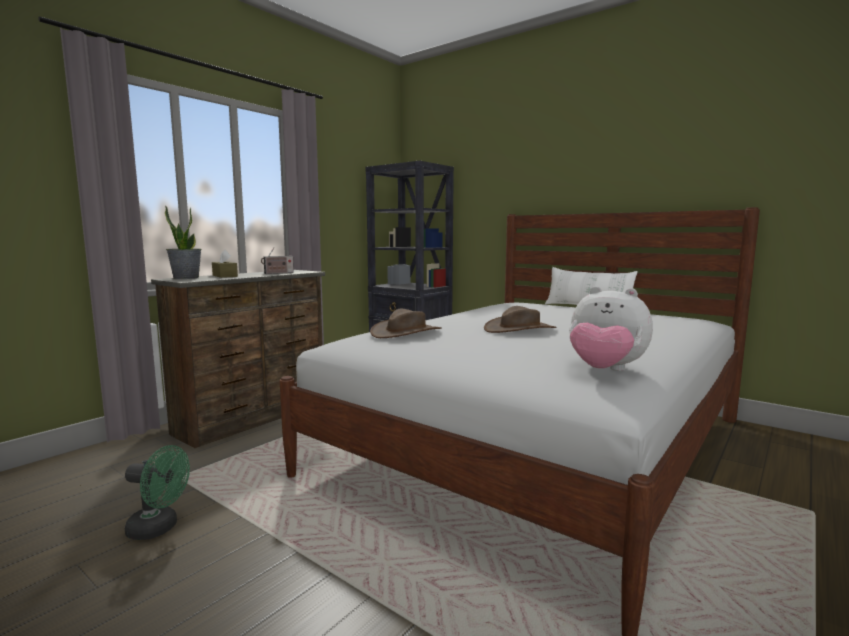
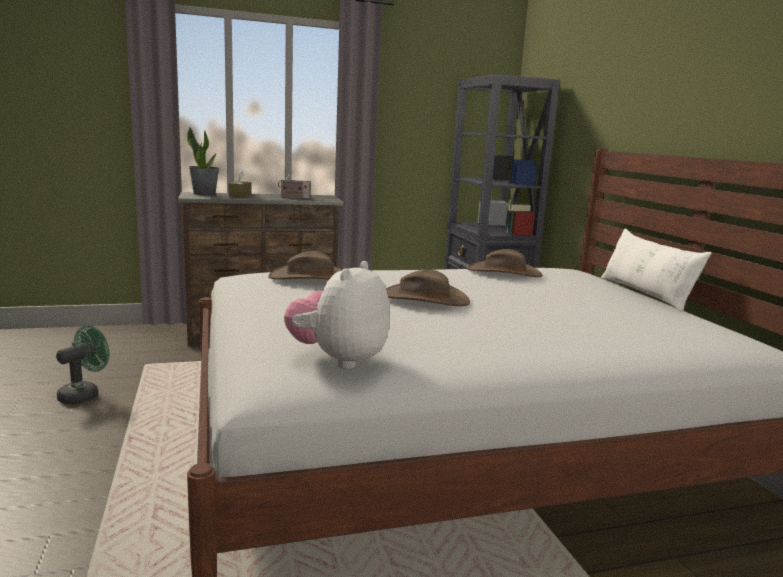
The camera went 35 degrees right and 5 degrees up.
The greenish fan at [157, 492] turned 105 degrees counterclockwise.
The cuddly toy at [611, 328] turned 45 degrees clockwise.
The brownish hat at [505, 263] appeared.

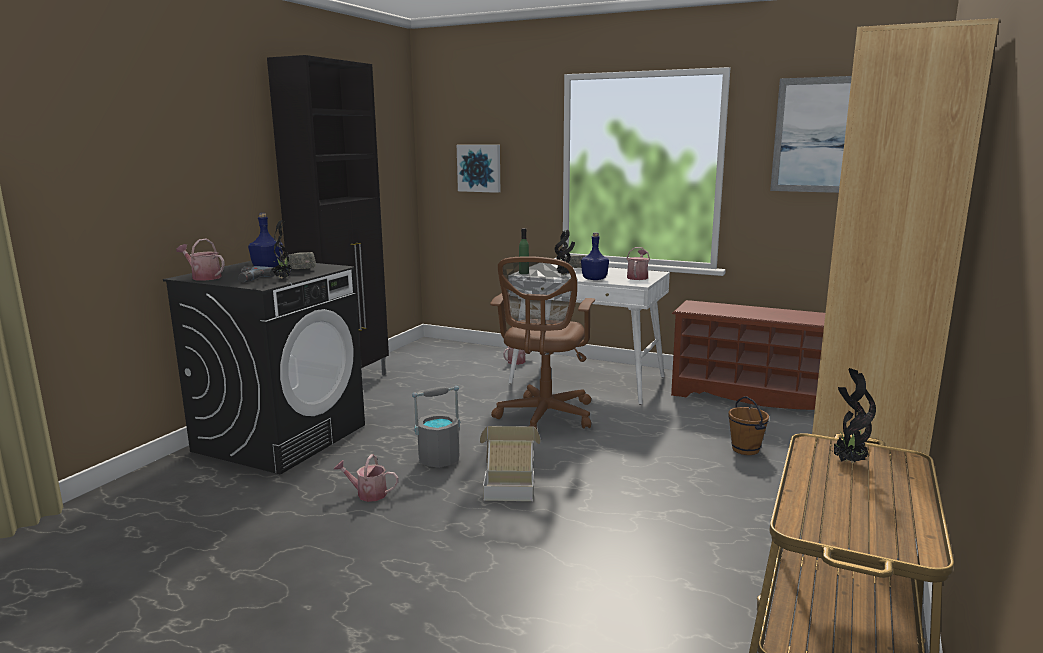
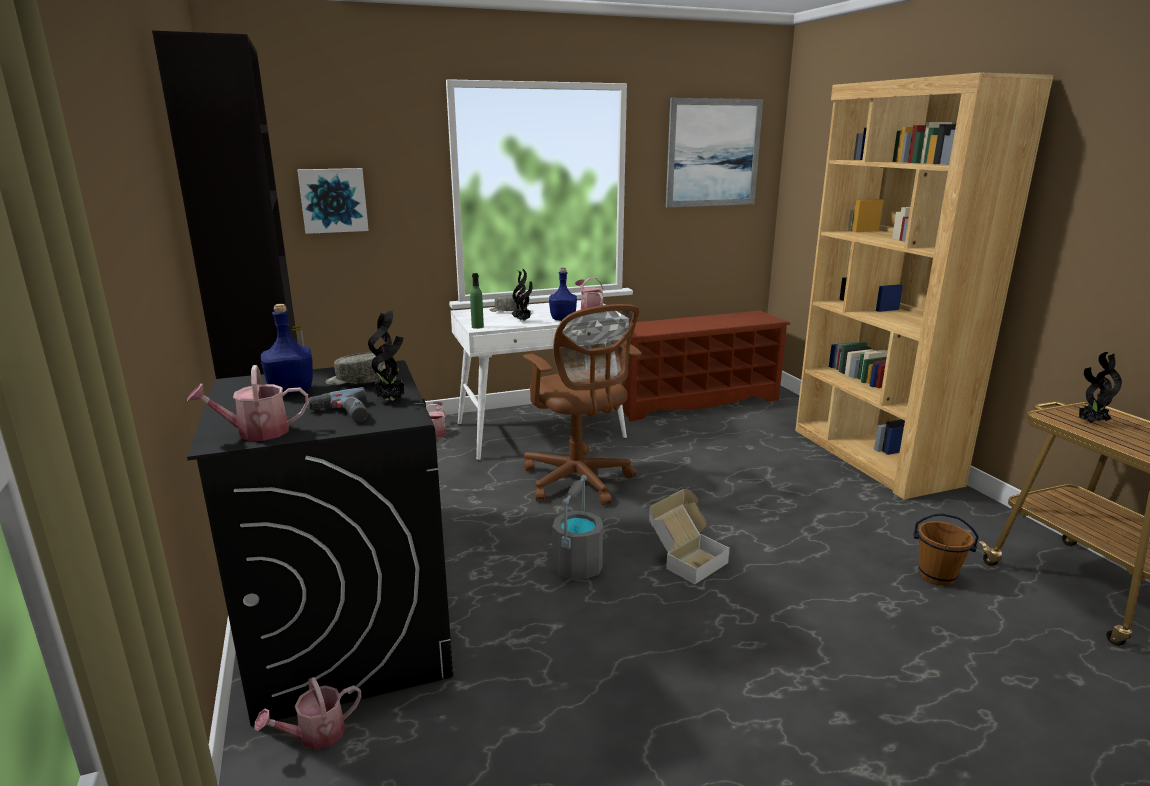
The camera went 45 degrees left and 5 degrees up.
The watering pot moved from [366, 478] to [307, 713].
The brownish pail moved from [748, 425] to [946, 549].

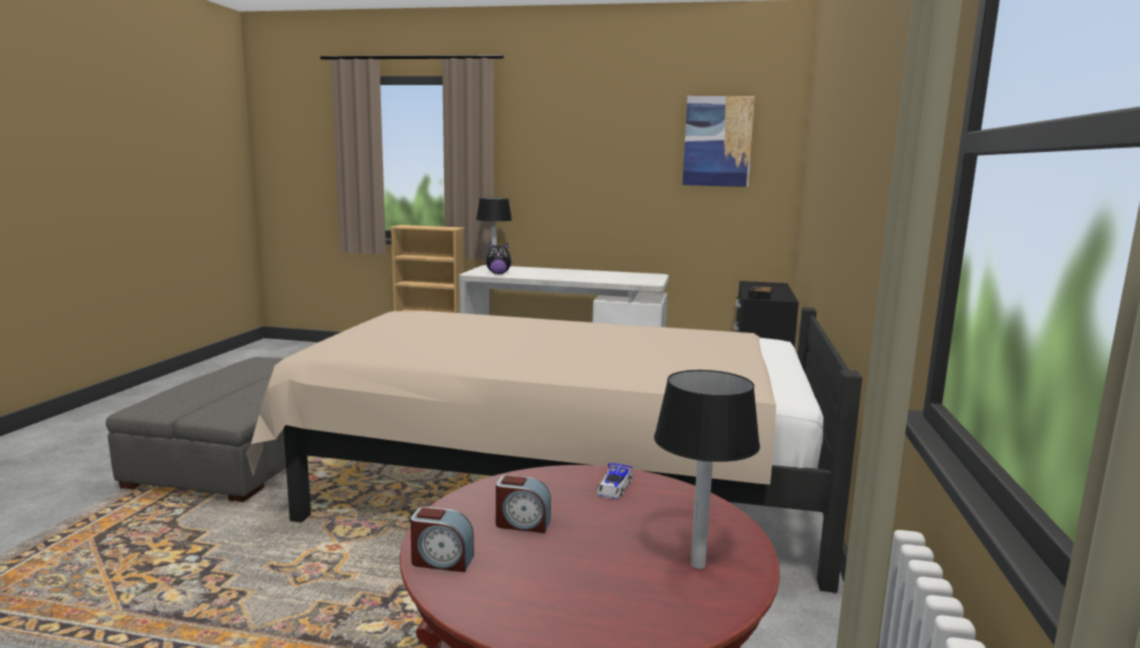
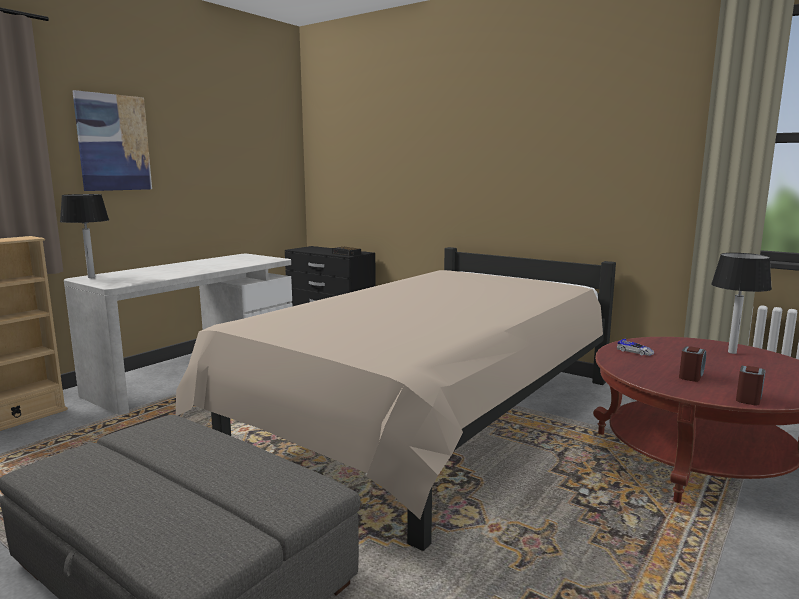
The camera went 65 degrees left and 0 degrees up.
The cuddly toy at [499, 258] disappeared.
The wall art moved from [718, 141] to [112, 140].

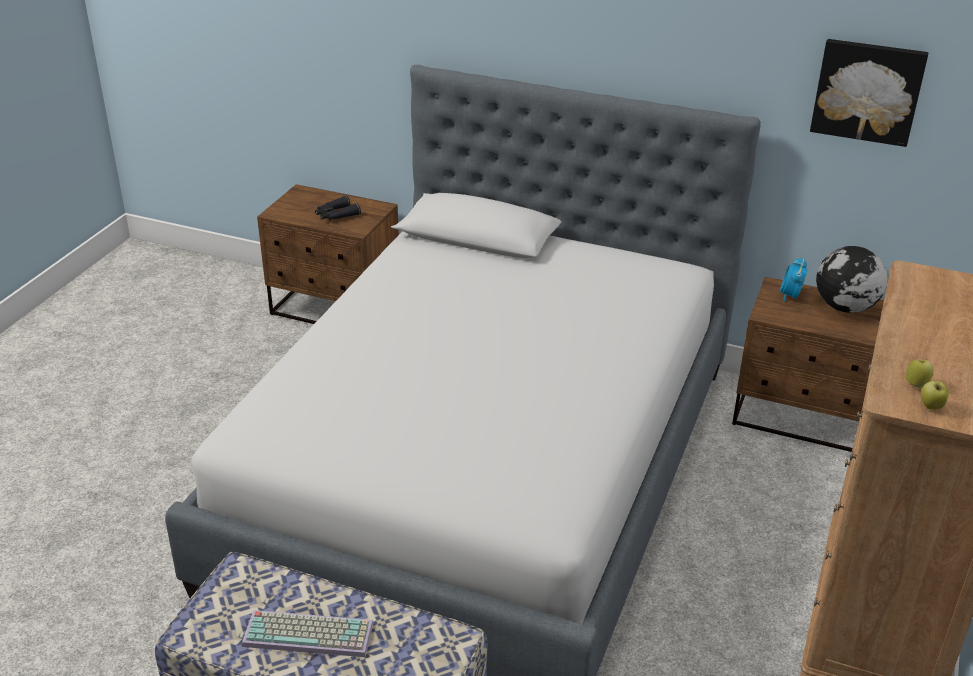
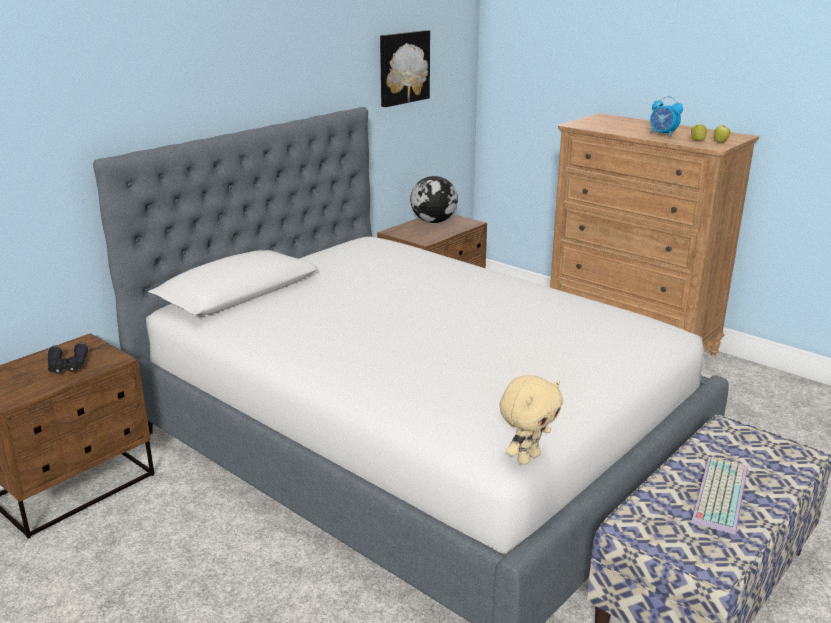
The camera went 70 degrees left and 10 degrees down.
The bedside clock moved from [794, 279] to [666, 116].
The beige cuddly toy at [531, 420] appeared.

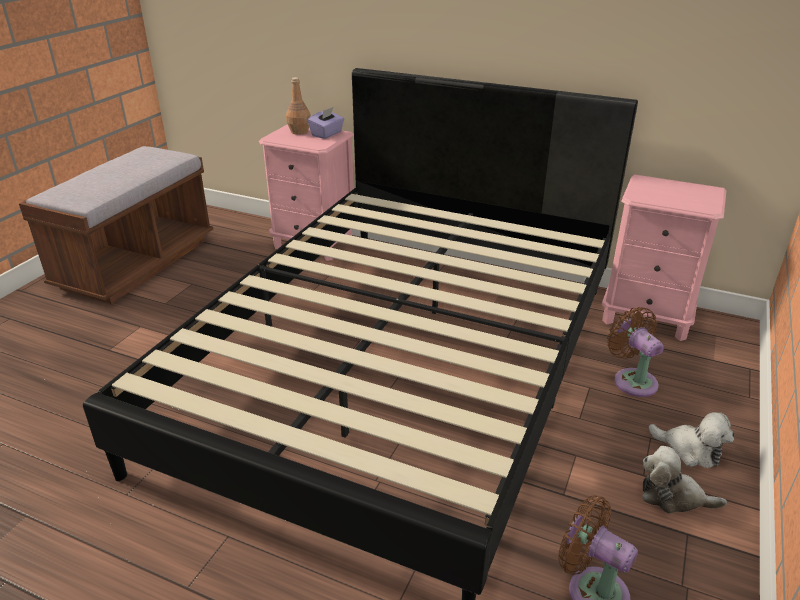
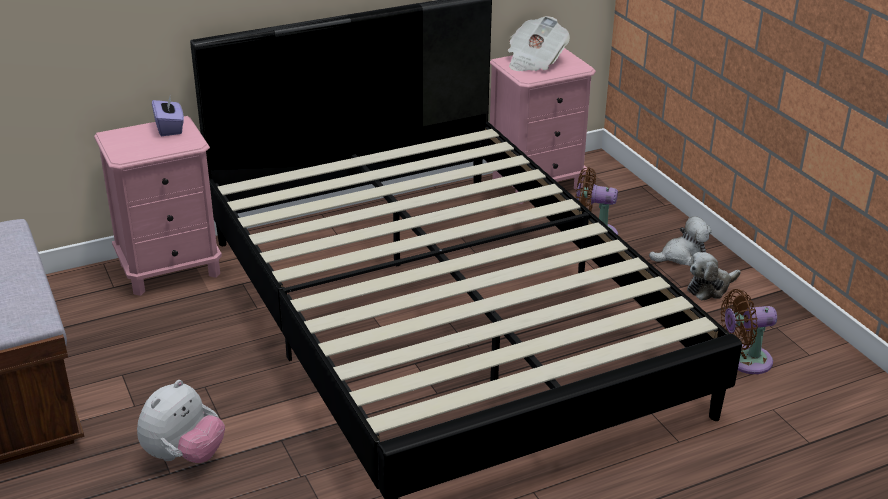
The camera went 50 degrees left and 0 degrees up.
The brownish bottle at [298, 106] disappeared.
The cuddly toy at [181, 421] appeared.
The printed paper at [539, 43] appeared.

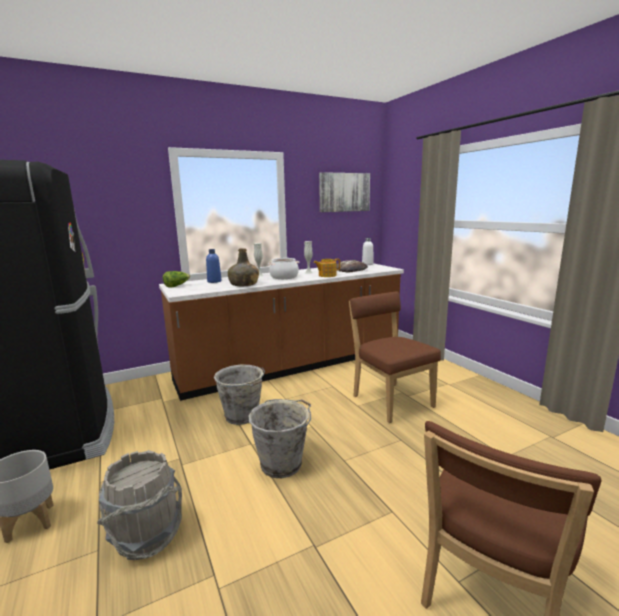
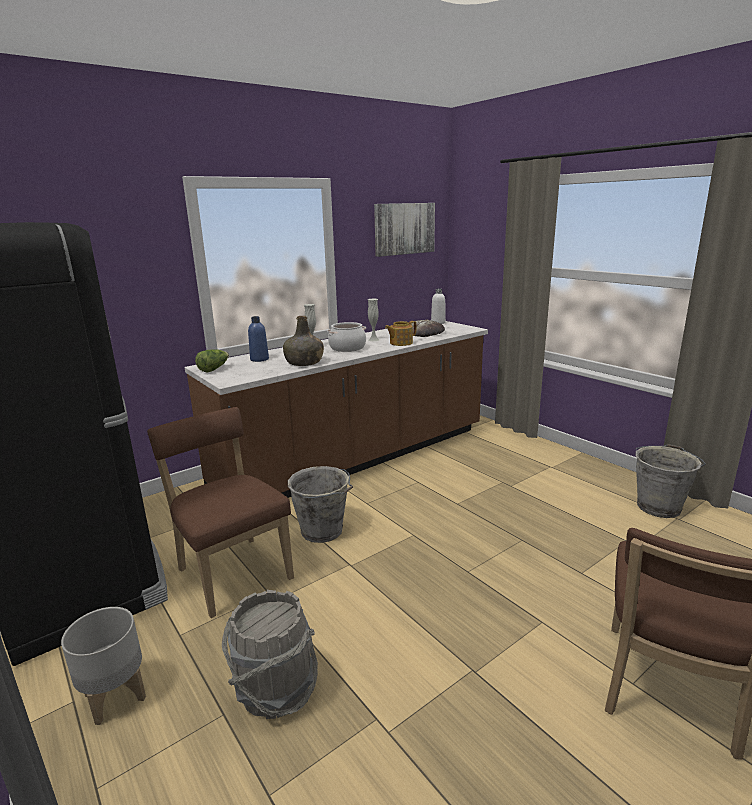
The camera went 10 degrees left and 5 degrees up.
The greyish pail moved from [279, 438] to [670, 481].
The brownish upright chair moved from [395, 357] to [220, 512].

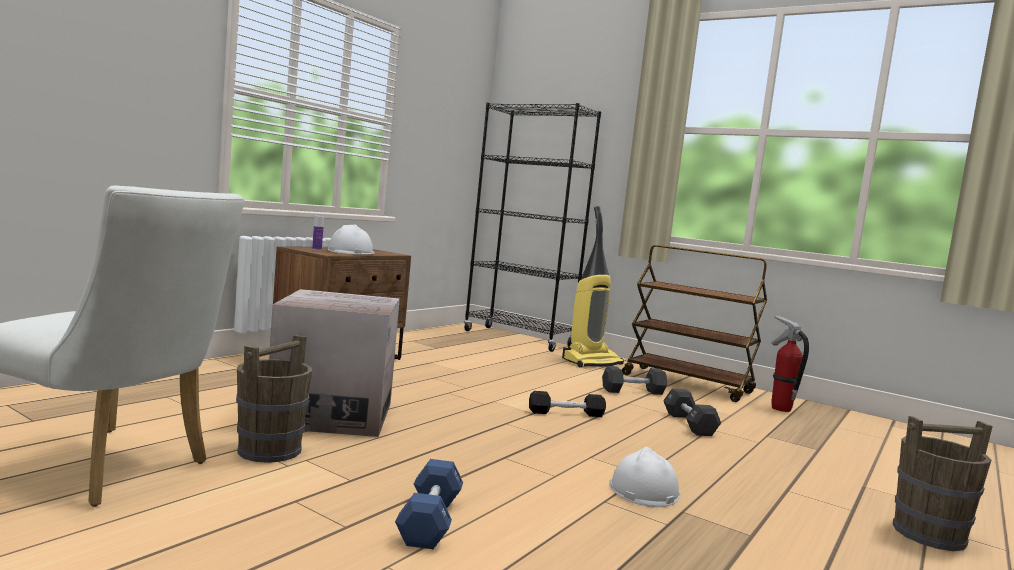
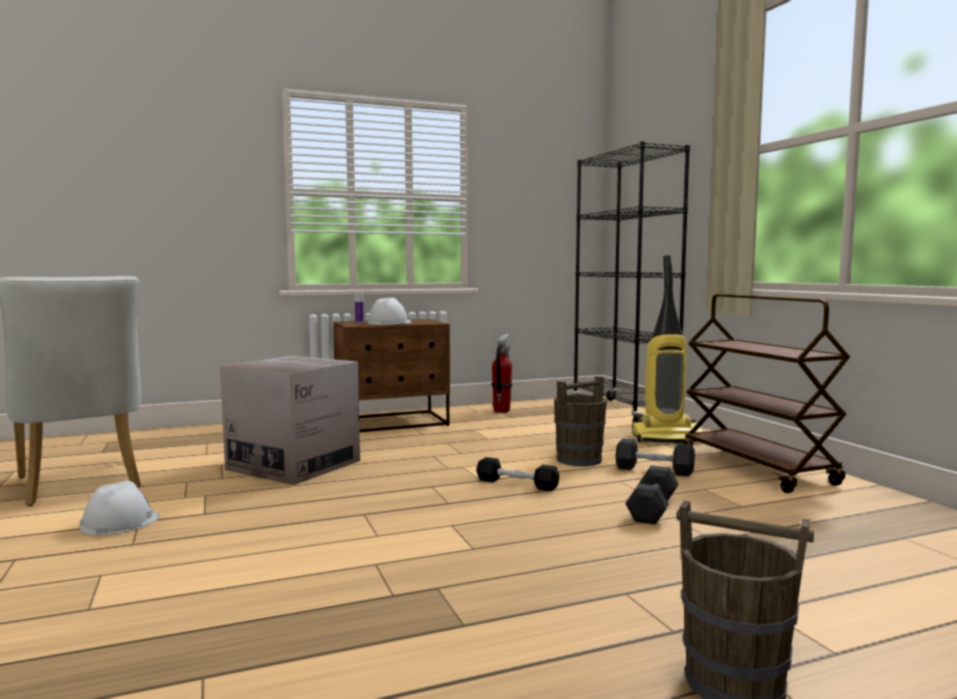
The camera went 35 degrees right and 0 degrees up.
The brownish pail moved from [274, 399] to [580, 421].
The blue hand weight at [429, 504] disappeared.
The white hard hat moved from [644, 477] to [120, 508].
The fire-fighting cylinder moved from [790, 363] to [502, 373].

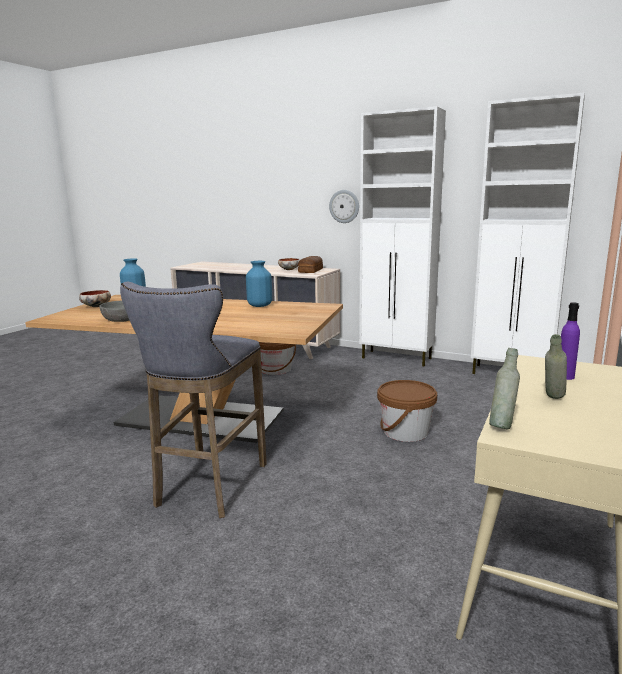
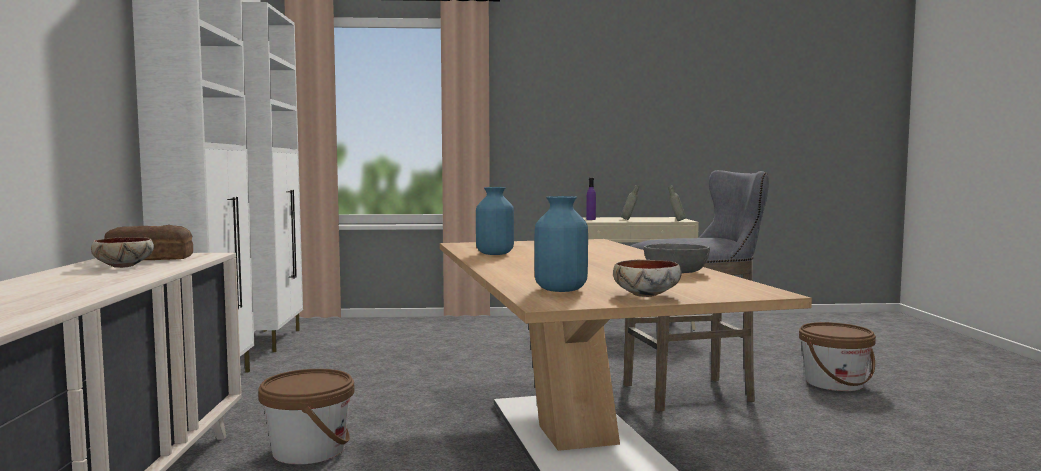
The camera went 120 degrees left and 10 degrees down.
The hanging clock at [344, 206] disappeared.
The brownish pail moved from [407, 411] to [837, 356].

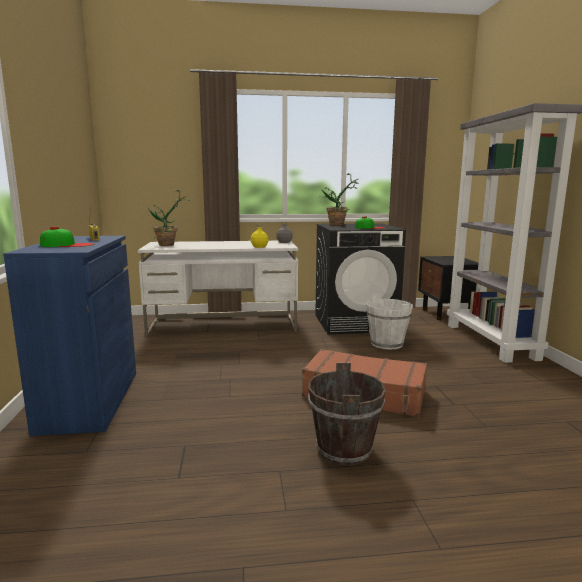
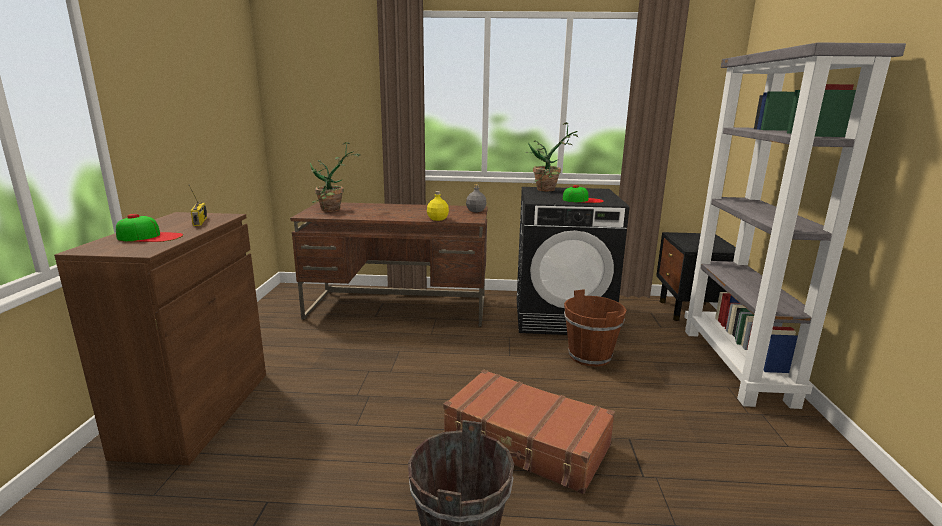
The camera went 10 degrees right and 5 degrees up.
The blue cupboard at [69, 336] became the brownish cupboard at [160, 338].
The white desk table at [218, 289] became the brownish desk table at [389, 264].
The white pail at [389, 322] became the brownish pail at [595, 328].

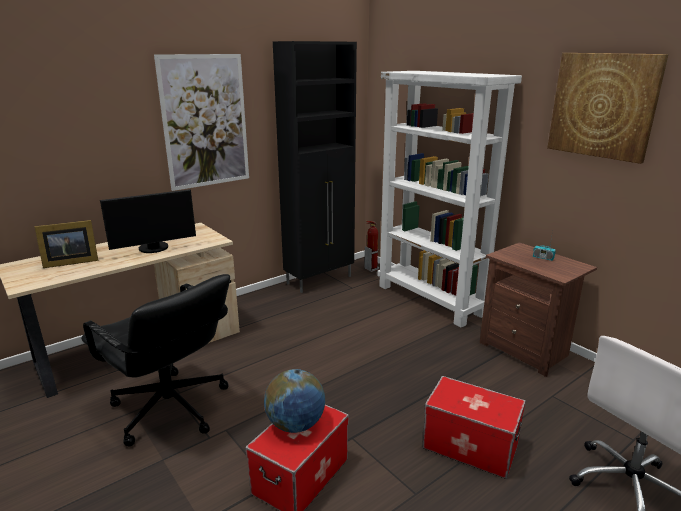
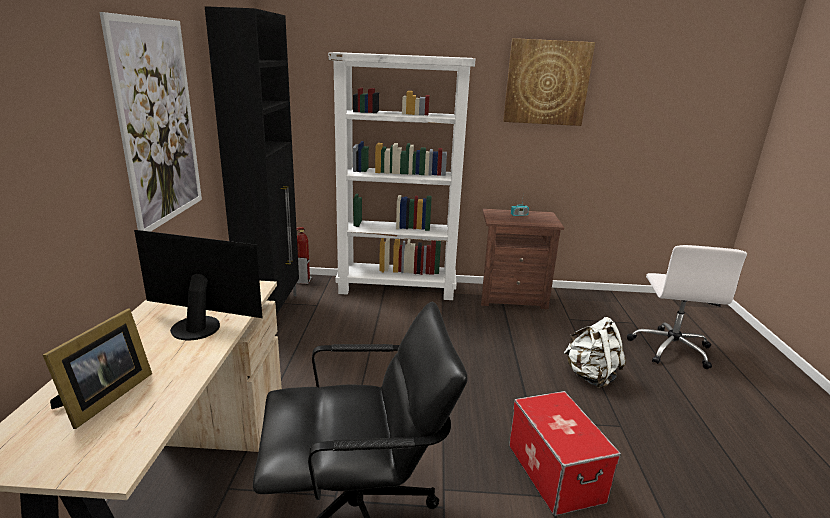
The camera went 50 degrees left and 0 degrees up.
The computer screen at [148, 221] turned 90 degrees counterclockwise.
The world globe at [294, 401] disappeared.
The storage container at [474, 427] was replaced by the white knapsack at [594, 352].

